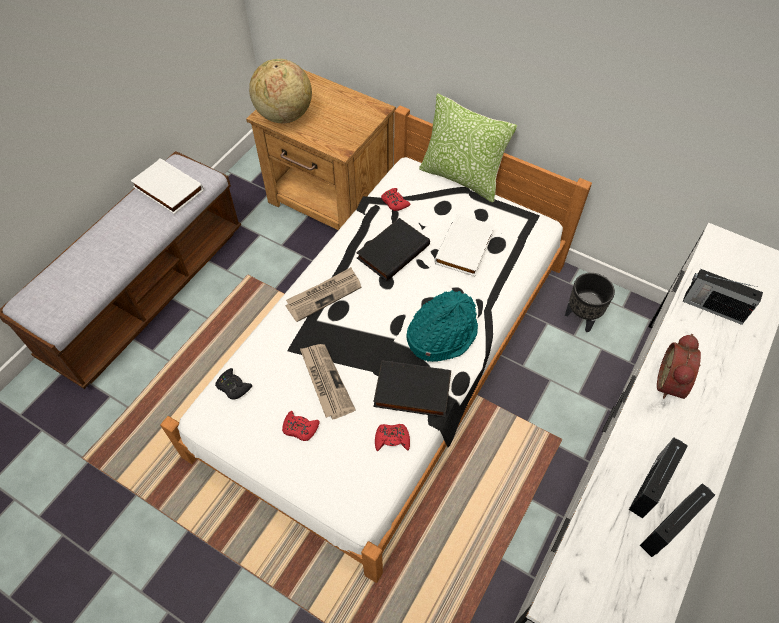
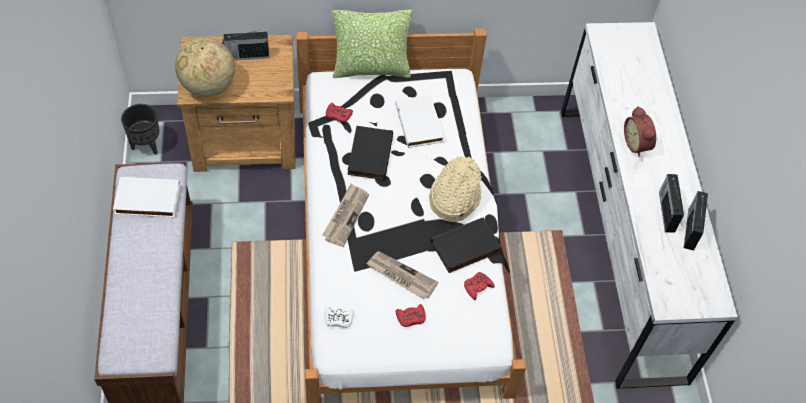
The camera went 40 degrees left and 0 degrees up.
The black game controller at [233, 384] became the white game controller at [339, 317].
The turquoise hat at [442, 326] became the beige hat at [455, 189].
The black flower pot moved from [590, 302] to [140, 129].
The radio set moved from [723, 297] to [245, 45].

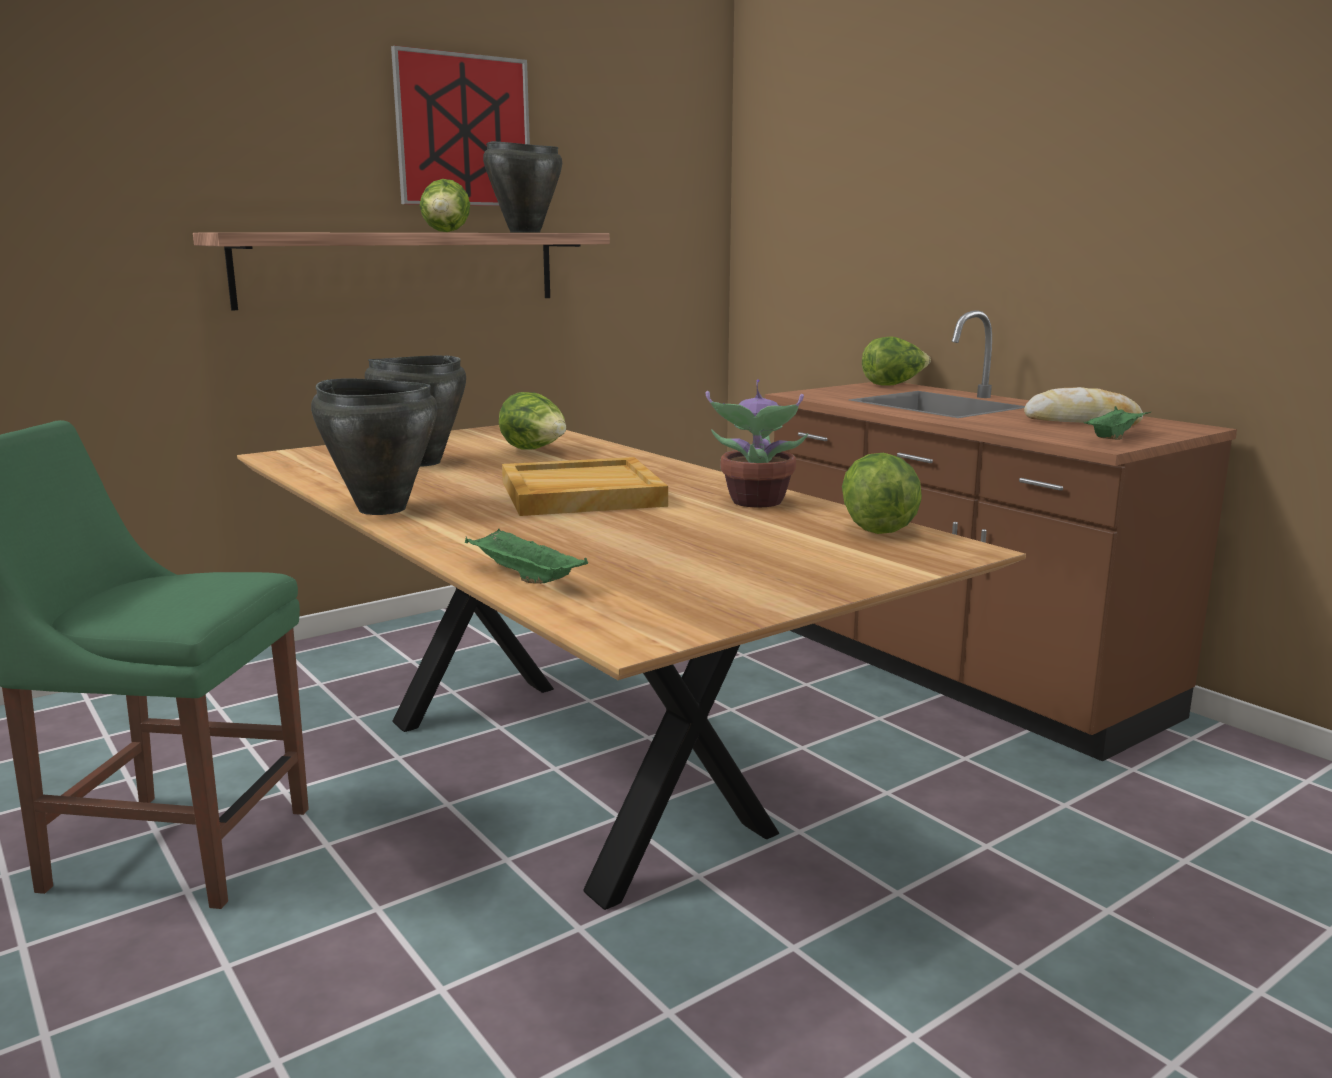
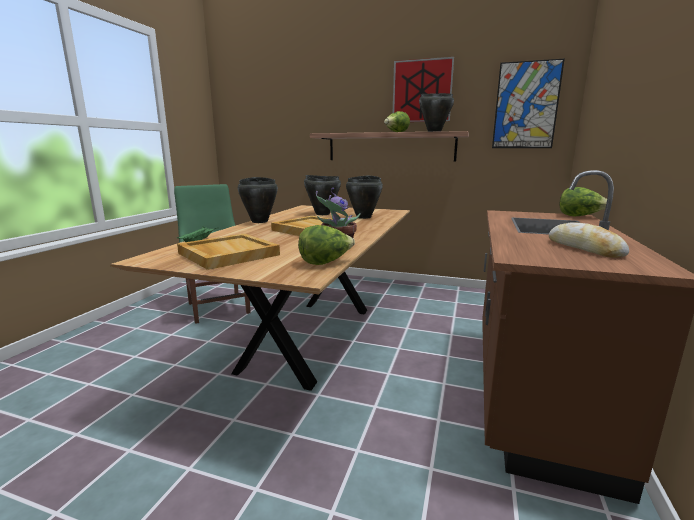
The camera went 55 degrees right and 0 degrees up.
The head of lettuce at [532, 420] was replaced by the black stockpot at [364, 197].
The greenish carrying tray at [1117, 423] disappeared.
The beige carrying tray at [228, 251] appeared.
The wall art at [528, 103] appeared.

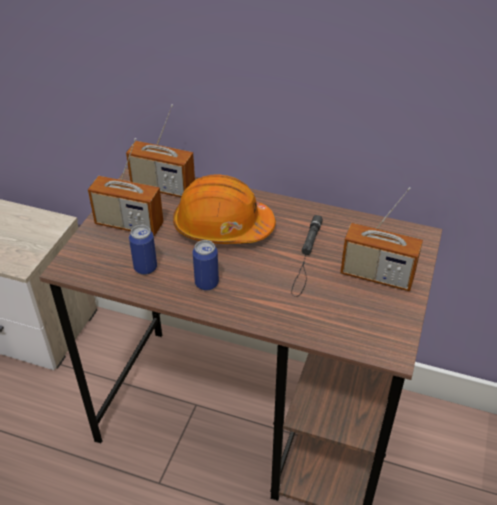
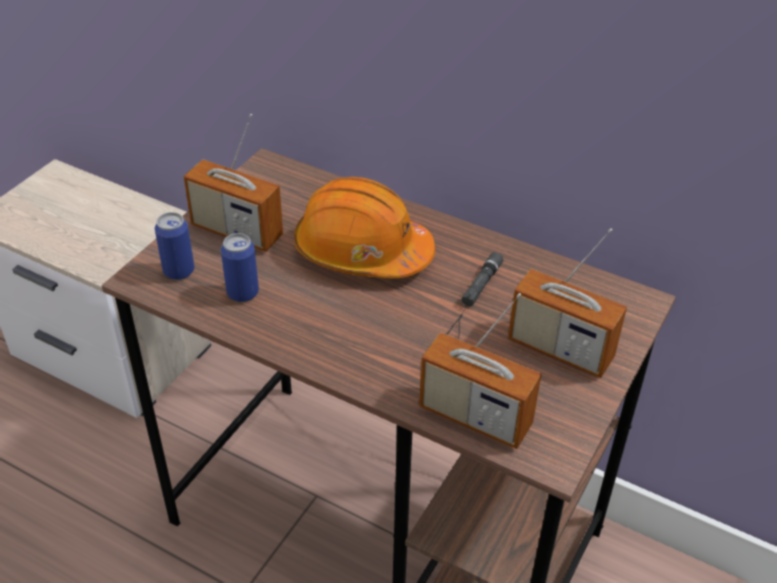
The camera went 10 degrees right and 0 degrees up.
The radio set moved from [160, 150] to [480, 371].
The metal can moved from [206, 265] to [174, 246].

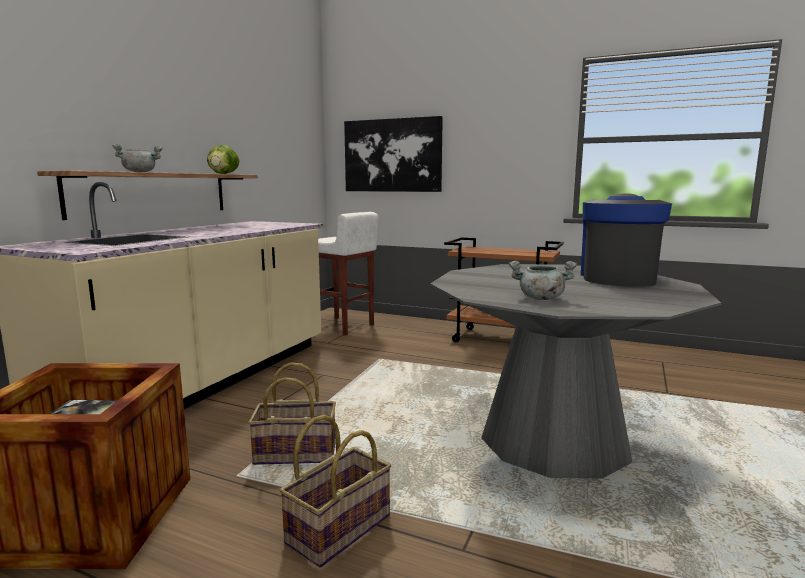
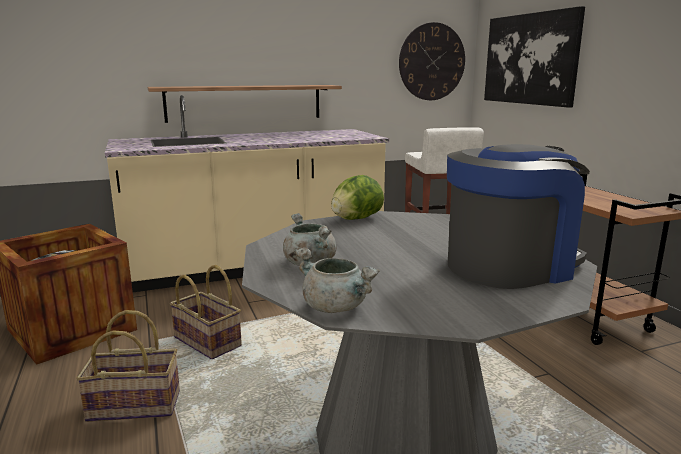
The camera went 45 degrees right and 5 degrees up.
The greyish stockpot moved from [137, 158] to [337, 280].
The head of lettuce moved from [223, 159] to [357, 197].
The hanging clock at [432, 61] appeared.

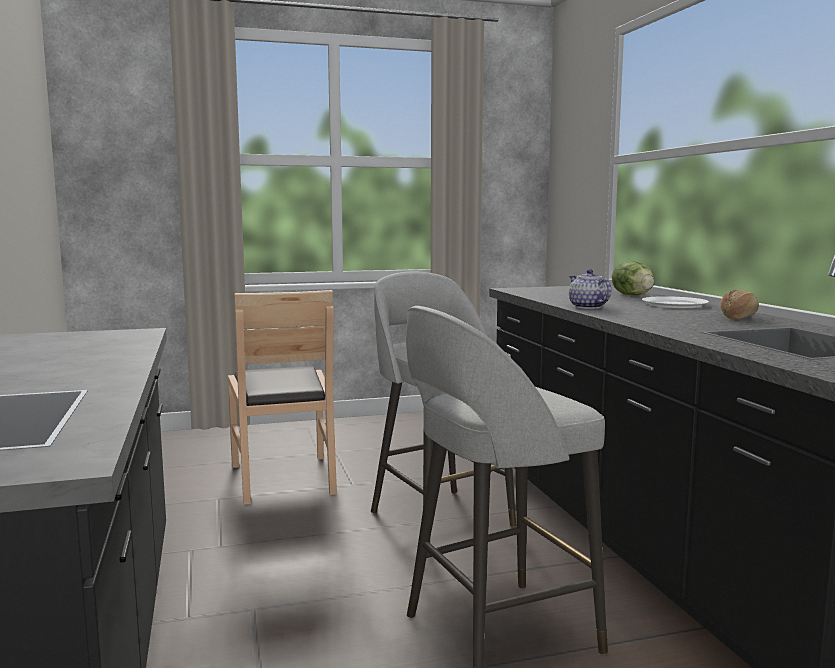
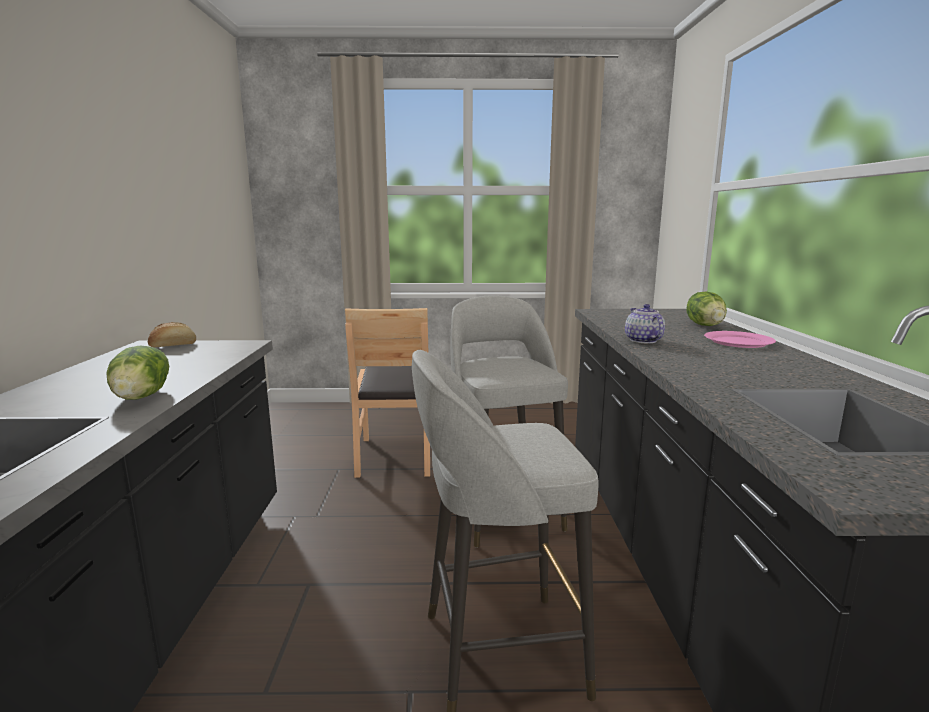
The camera went 15 degrees right and 5 degrees up.
The white plate at [675, 302] became the pinkish plate at [740, 339].
The bread moved from [739, 304] to [172, 334].
The head of lettuce at [137, 373] appeared.

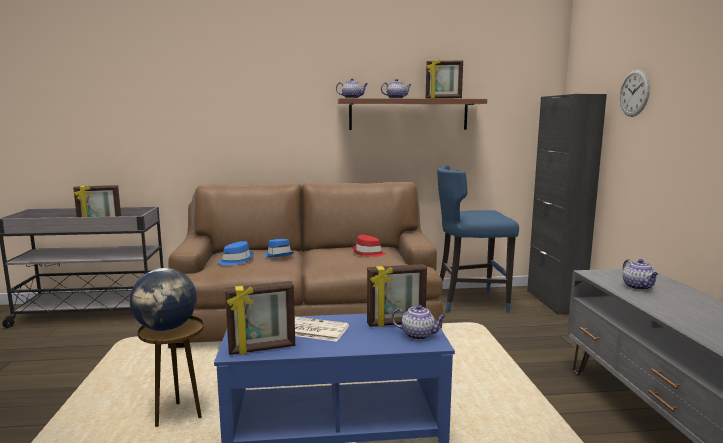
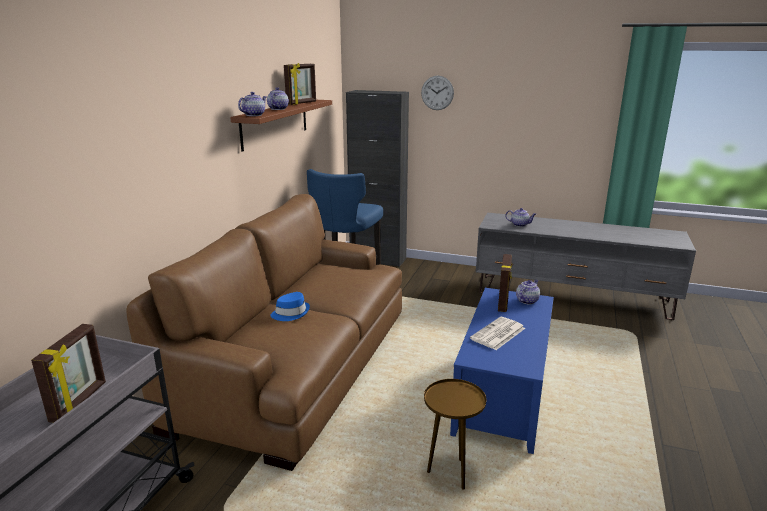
The camera went 65 degrees left and 10 degrees up.
The world globe at [163, 299] disappeared.
The blue hat at [236, 253] disappeared.
The picture frame at [260, 318] disappeared.
The reddish hat at [369, 246] disappeared.

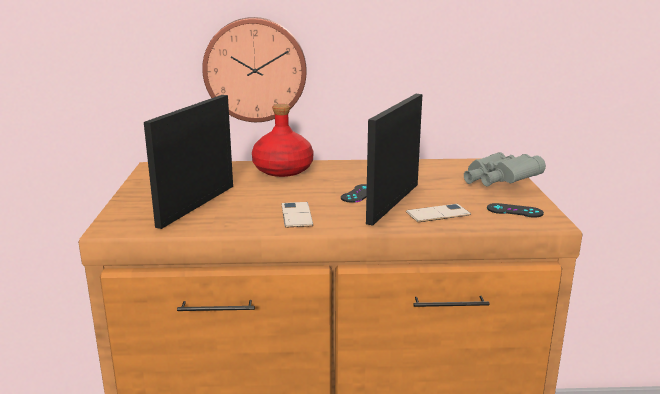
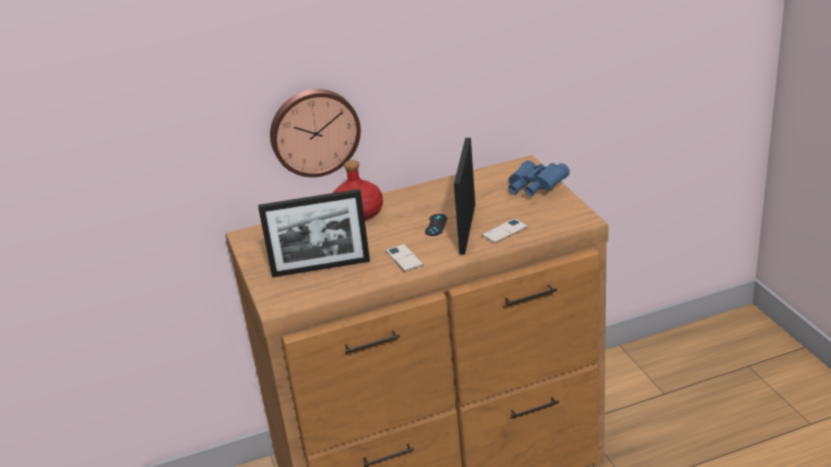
The camera went 15 degrees left and 10 degrees up.
The picture frame at [188, 162] turned 105 degrees counterclockwise.
The greyish binoculars at [505, 169] became the blue binoculars at [539, 179].
The black game controller at [515, 210] disappeared.

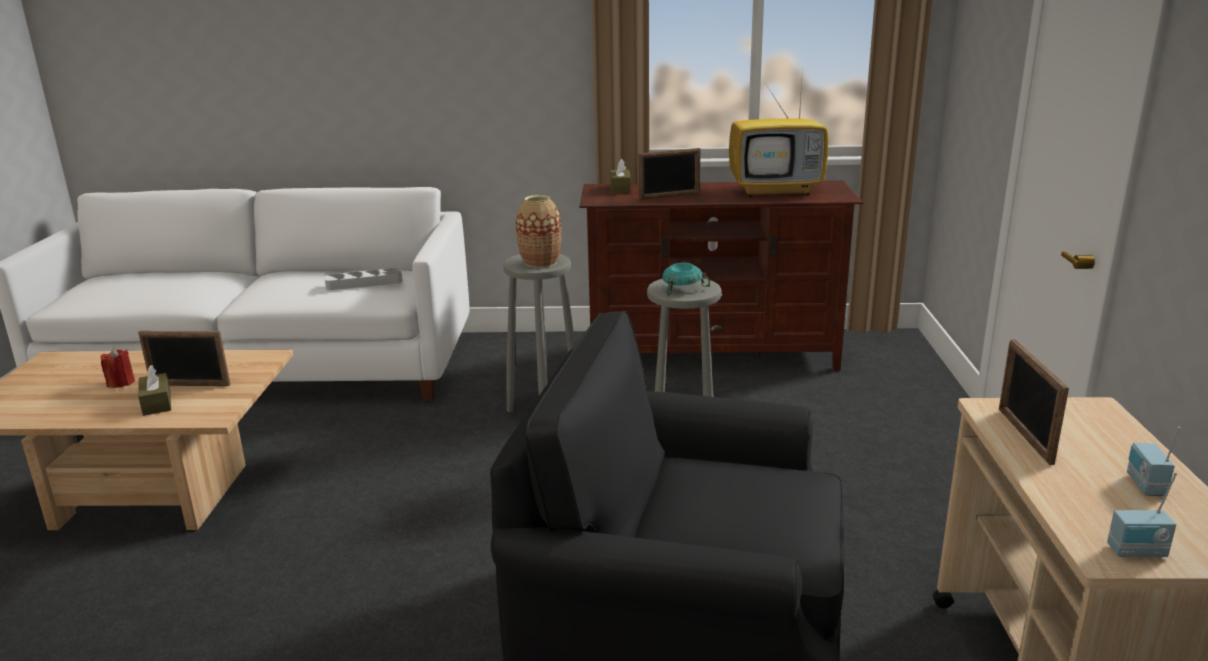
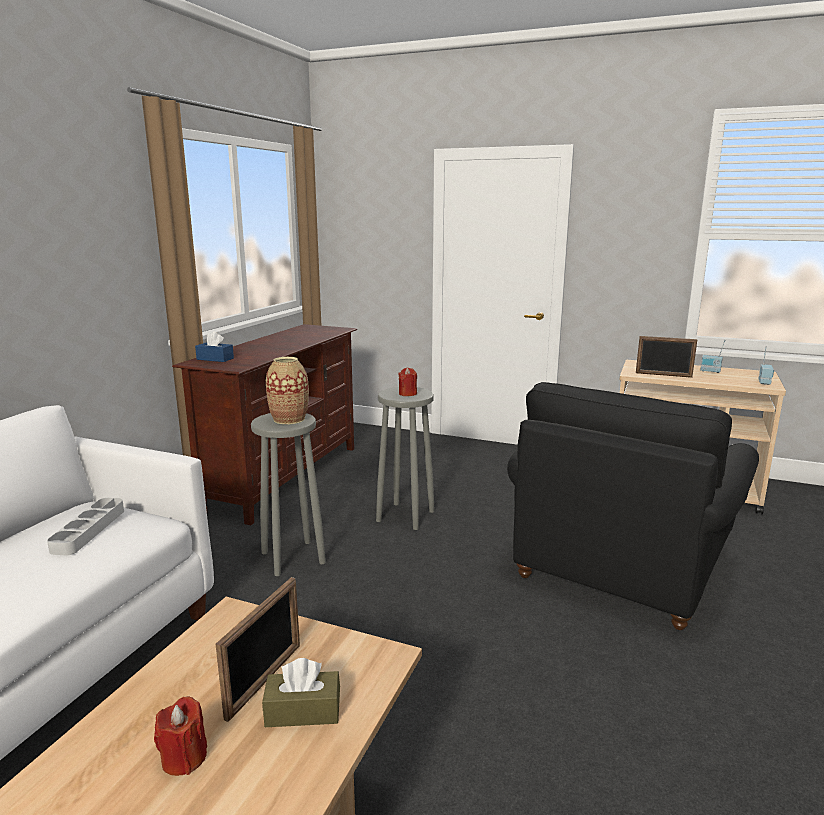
The camera went 70 degrees left and 5 degrees down.
The brownish tissue holder at [620, 176] became the blue tissue holder at [214, 346].
The picture frame at [669, 174] disappeared.
The turquoise deep dish at [686, 280] was replaced by the reddish candle at [407, 382].
The TV set at [778, 132] disappeared.

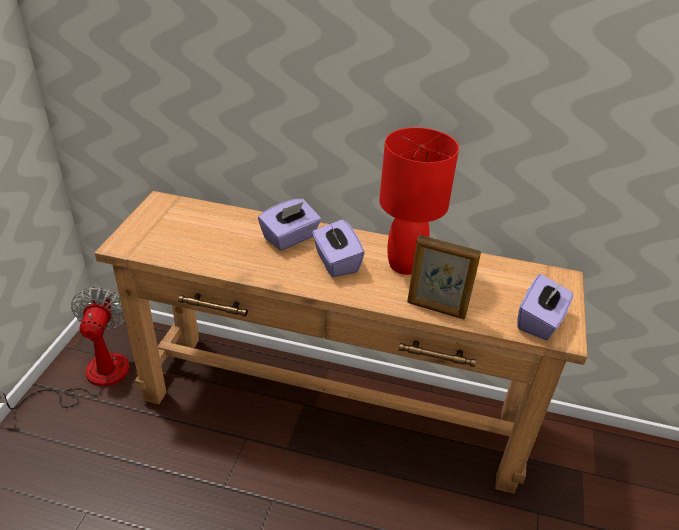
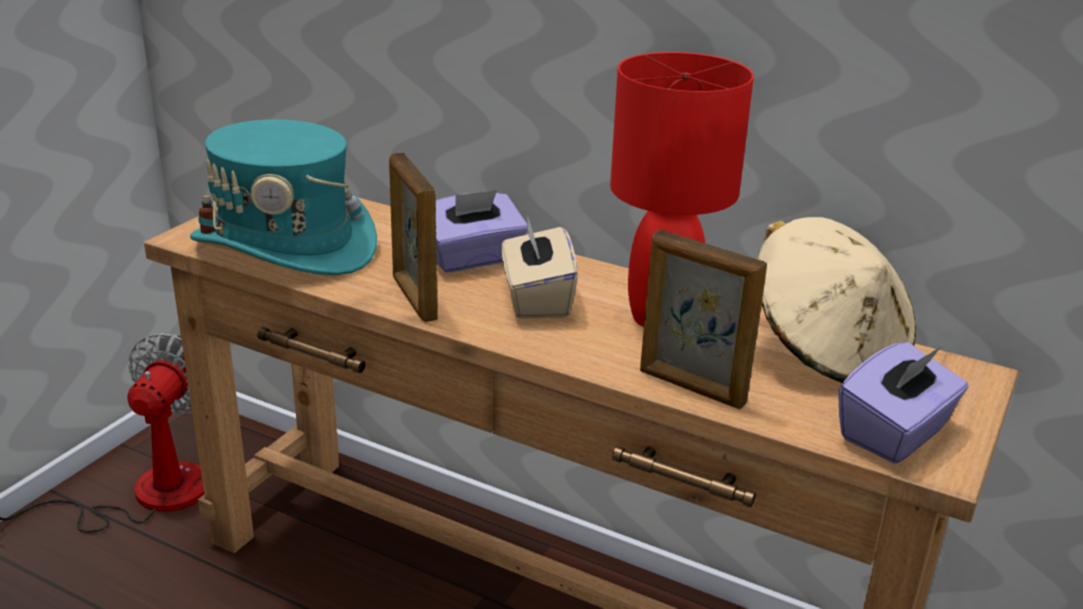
The camera went 15 degrees right and 10 degrees down.
The purple tissue holder at [338, 248] became the beige tissue holder at [539, 267].
The turquoise hat at [283, 197] appeared.
The picture frame at [413, 237] appeared.
The beige hat at [836, 300] appeared.

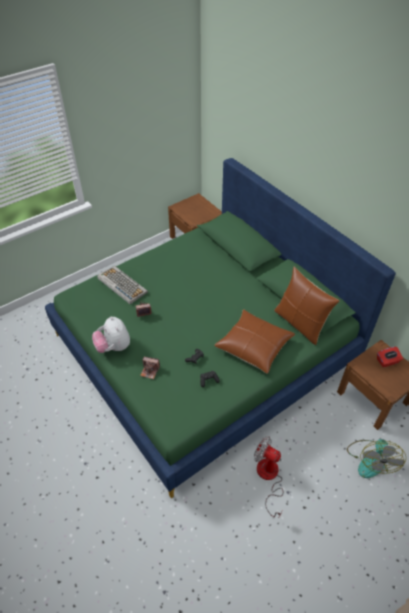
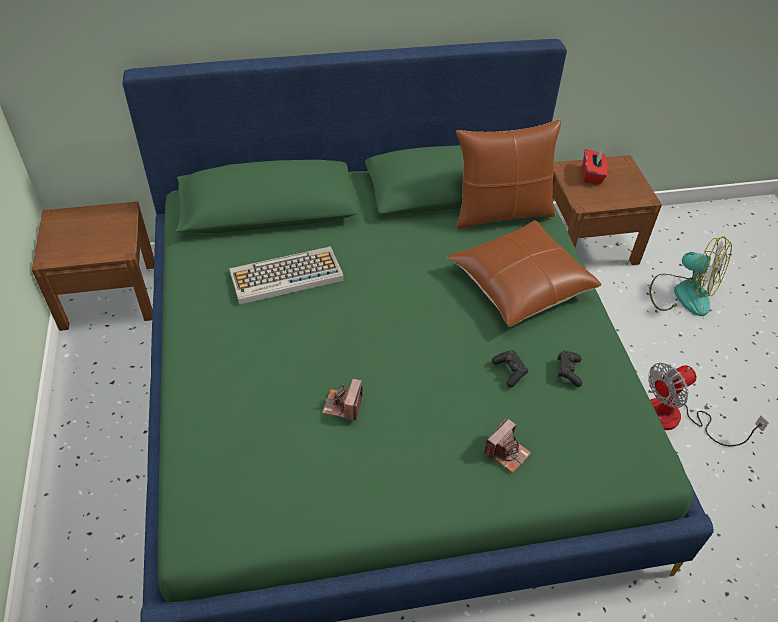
The camera went 65 degrees left and 0 degrees up.
The cuddly toy at [111, 334] disappeared.
The computer keyboard moved from [122, 285] to [286, 275].

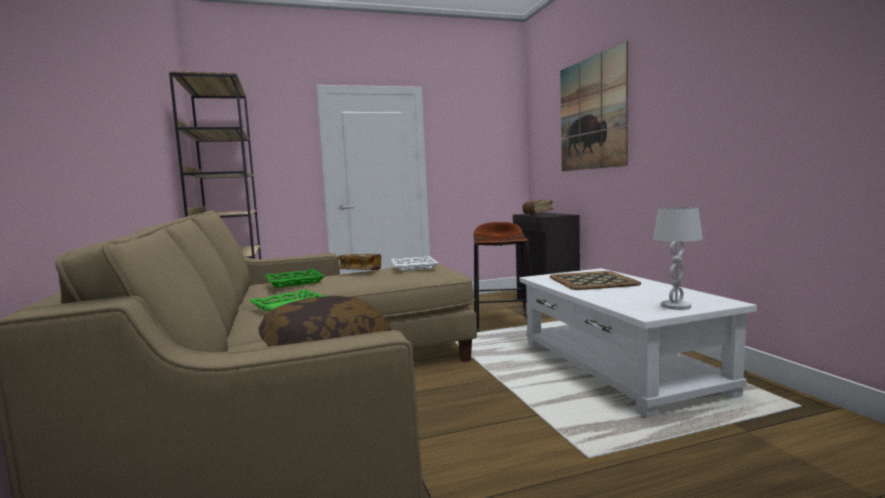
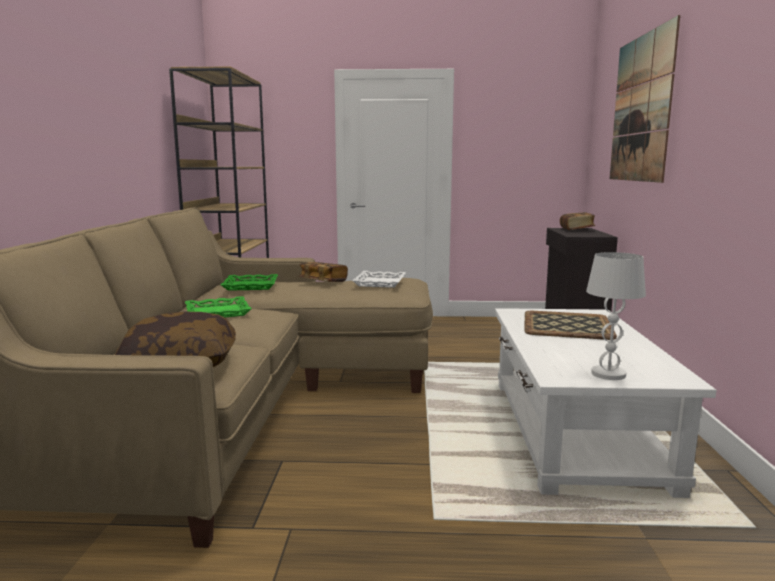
The camera went 20 degrees right and 5 degrees up.
The brownish sitting stool at [502, 277] disappeared.

